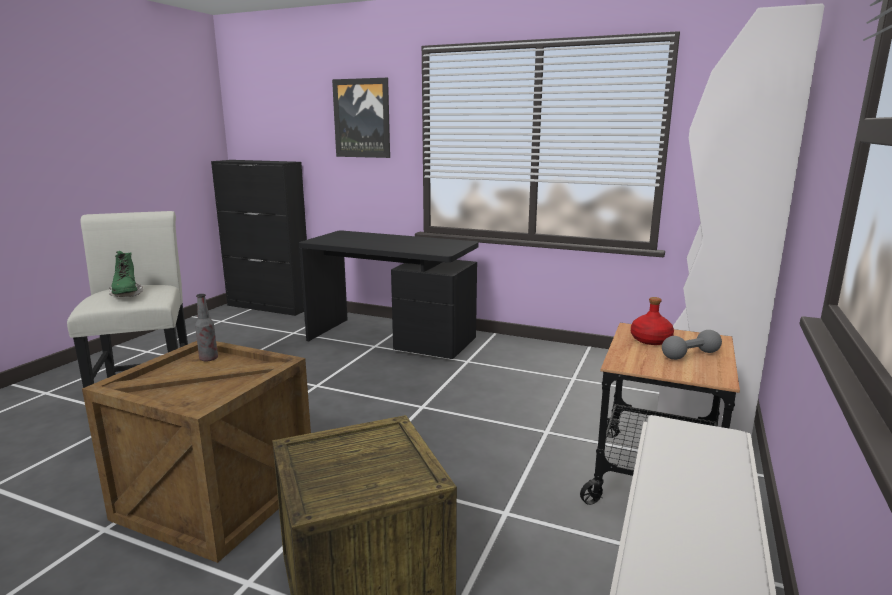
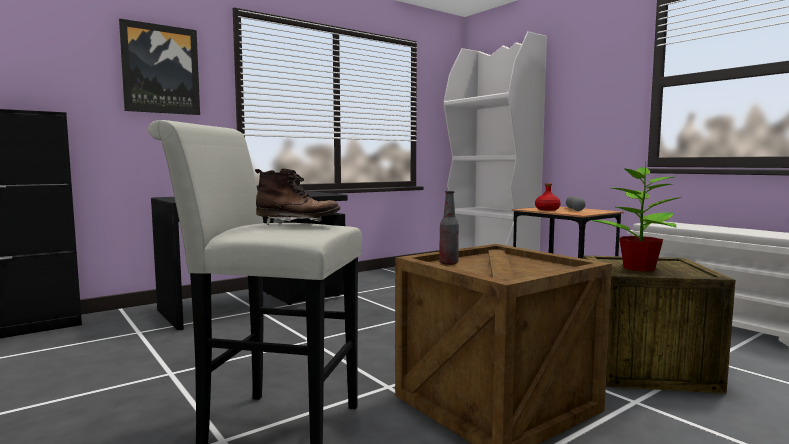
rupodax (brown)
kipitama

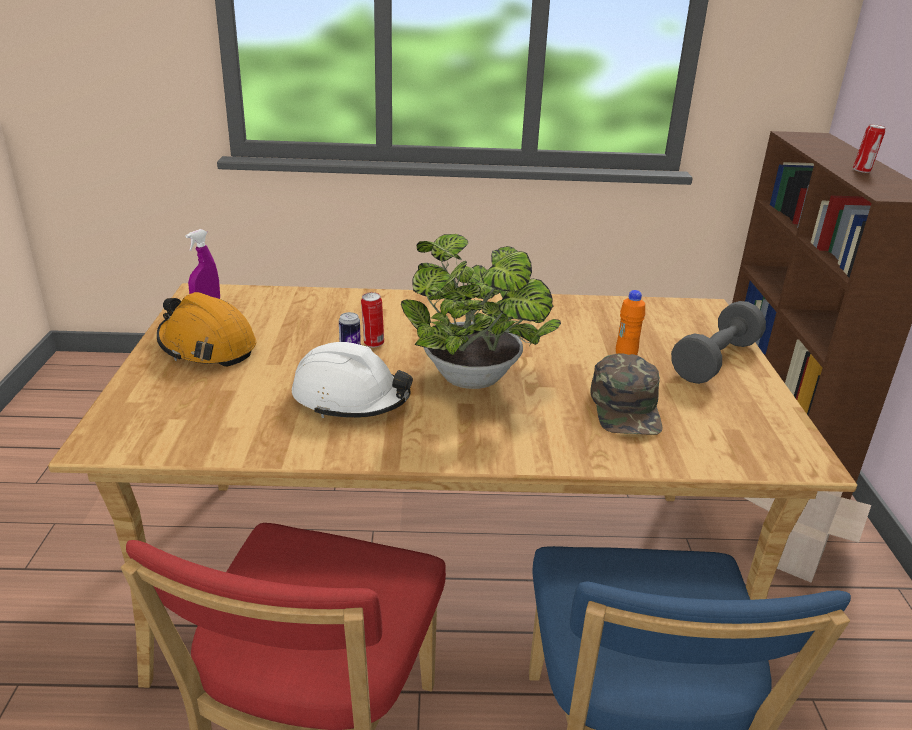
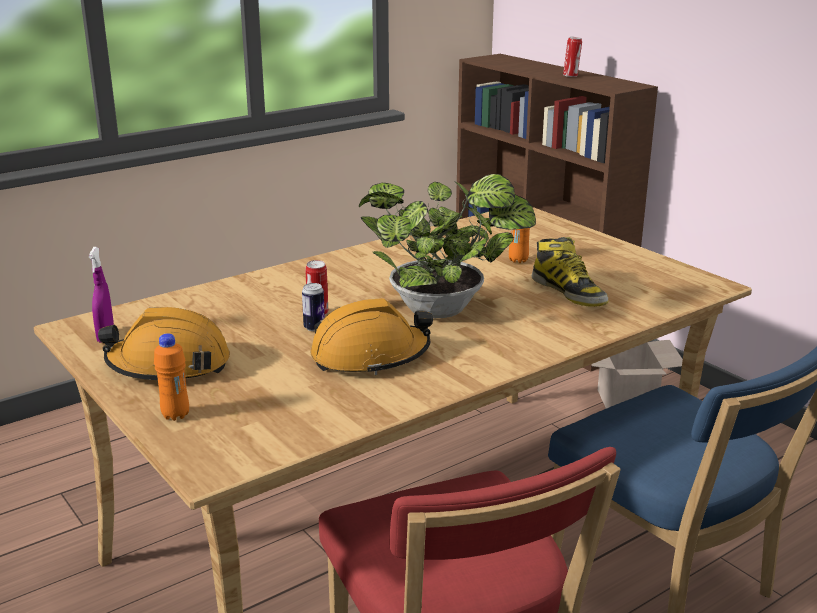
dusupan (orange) (no. 2 from left)
rupodax
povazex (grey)
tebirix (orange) (no. 1 from left)

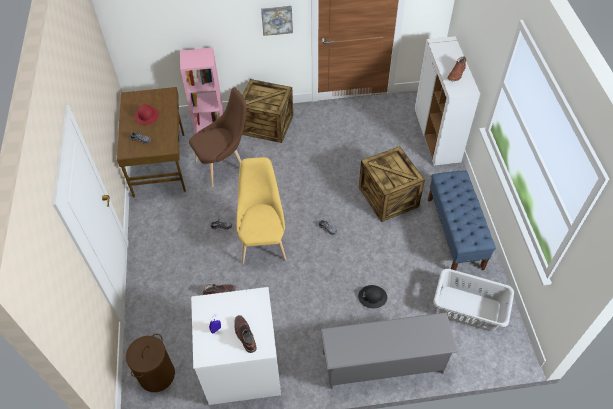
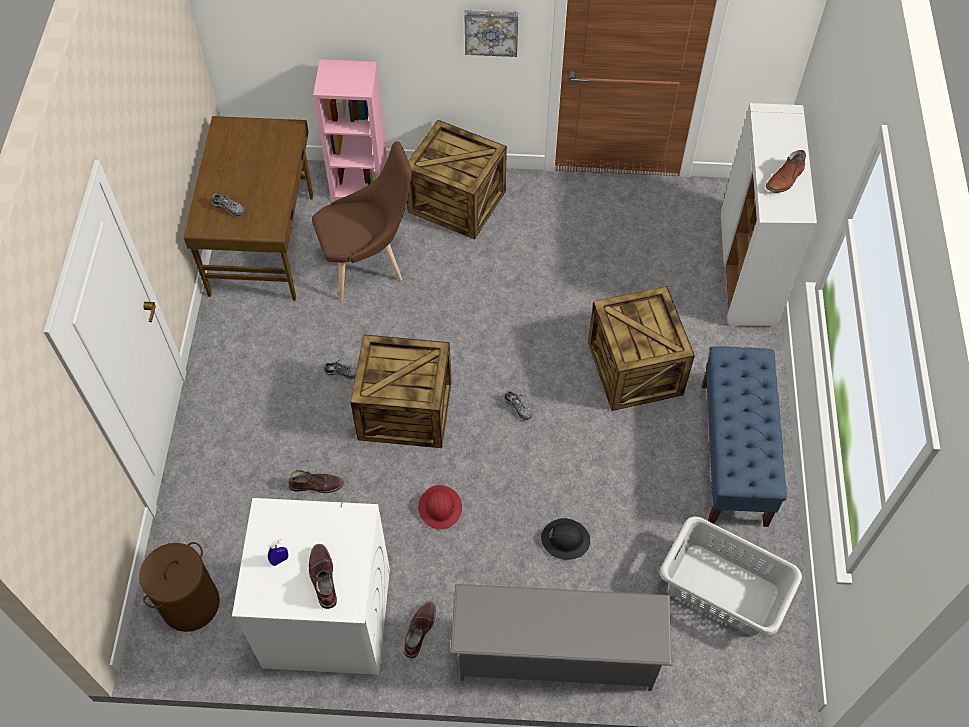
dusupan (red)
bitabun (no. 1 from left)
rupodax (brown) (no. 3 from left)

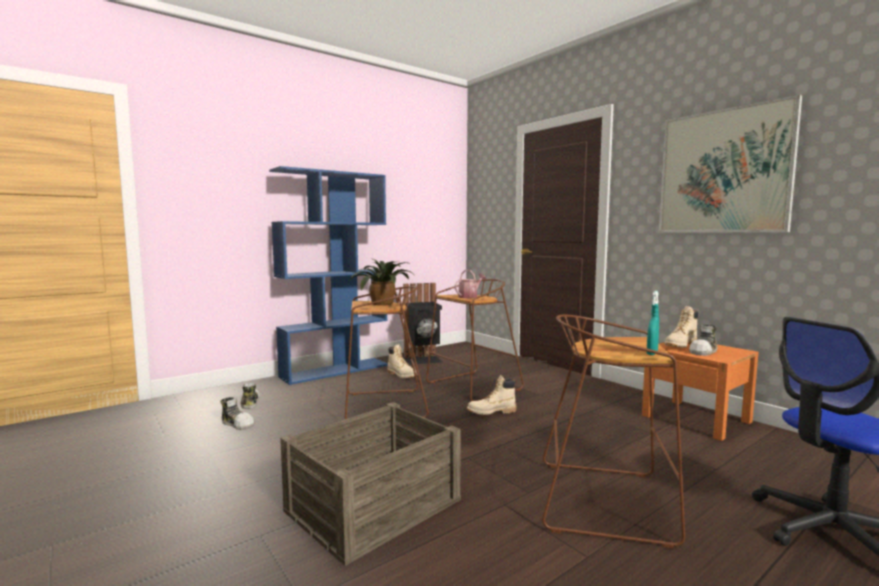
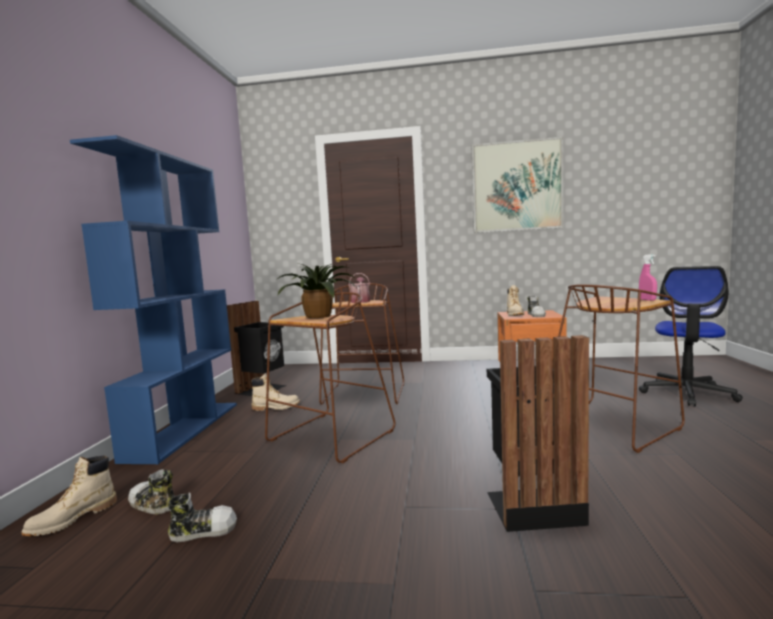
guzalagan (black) (no. 2 from left)
rupodax (beige) (no. 1 from left)
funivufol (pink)

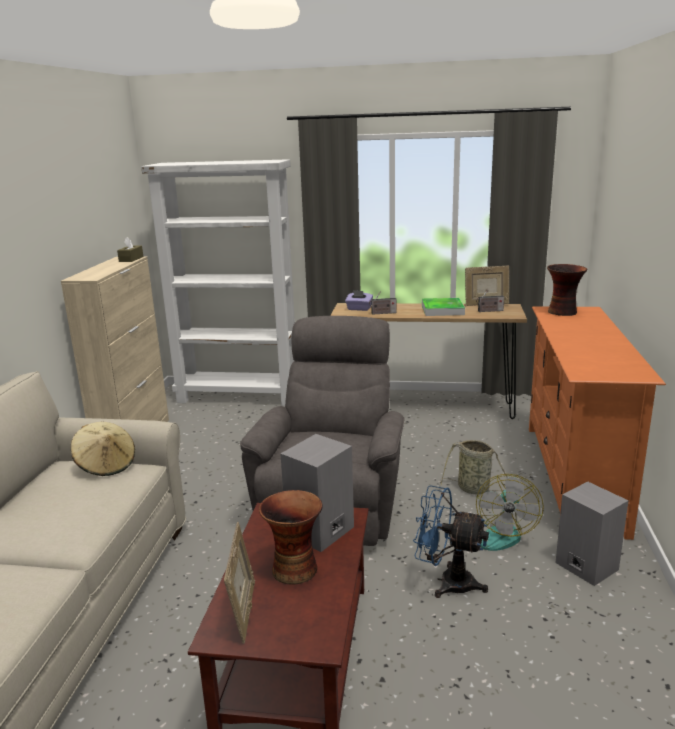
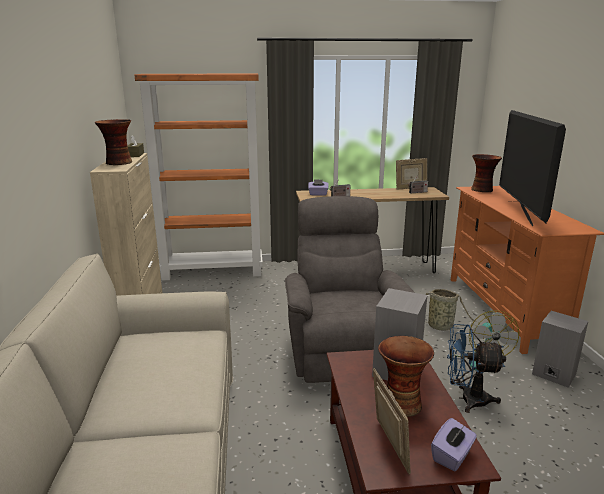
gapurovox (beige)
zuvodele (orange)
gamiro
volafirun (no. 1 from left)
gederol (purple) (no. 2 from left)
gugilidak

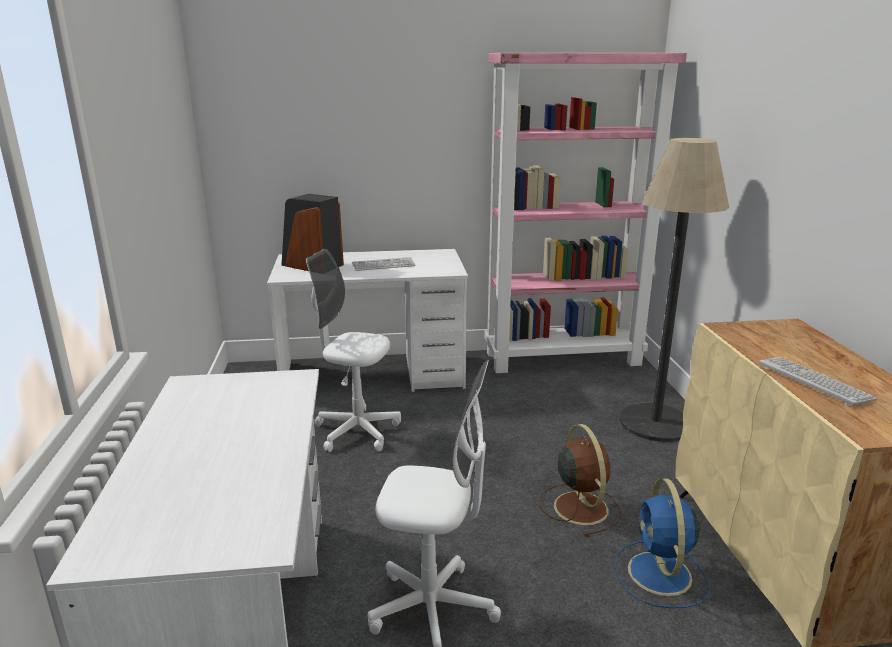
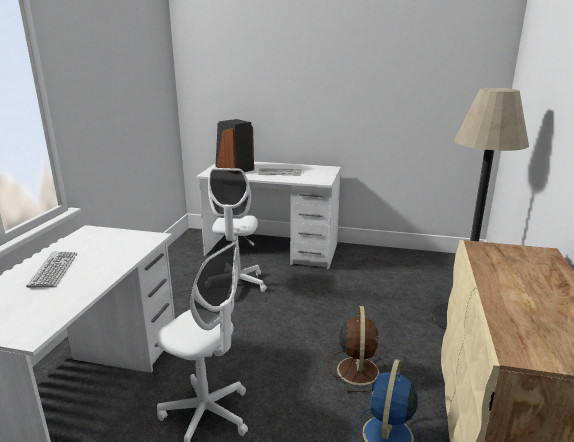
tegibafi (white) (no. 2 from left)
zuvodele (pink)
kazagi (no. 1 from left)

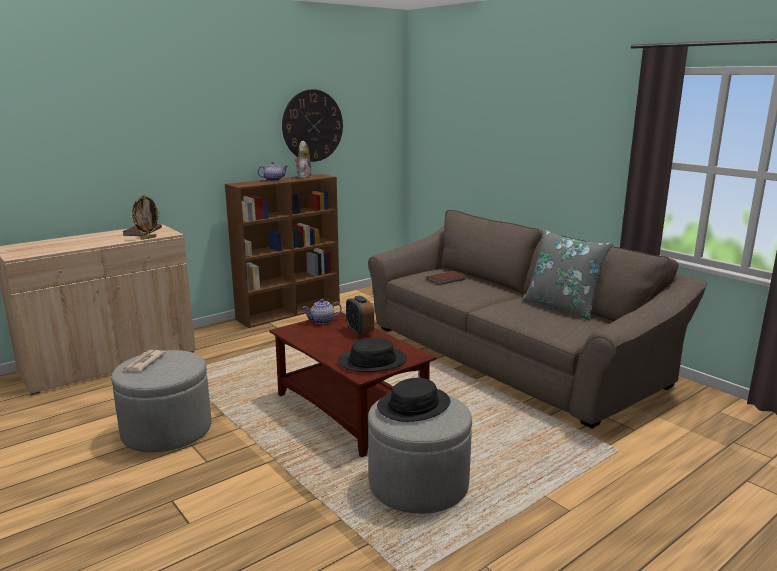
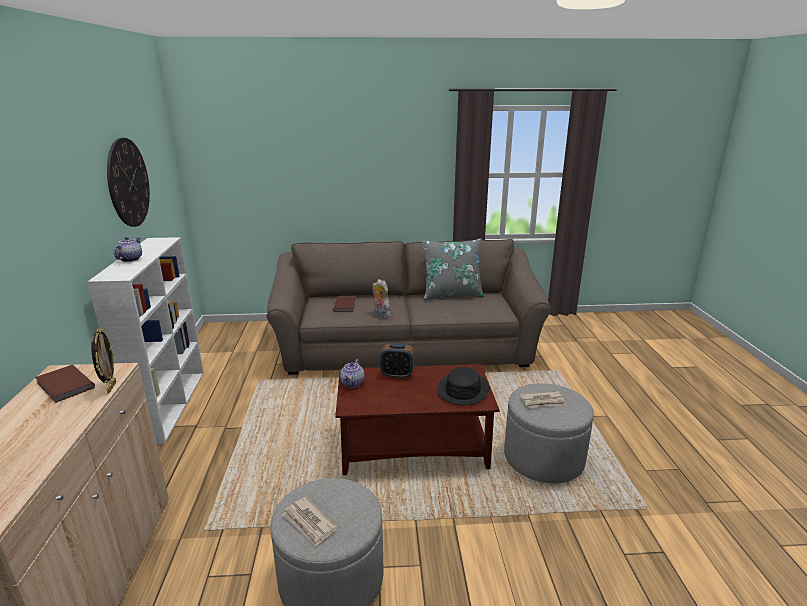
zuvodele (white)
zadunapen
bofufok (no. 2 from left)

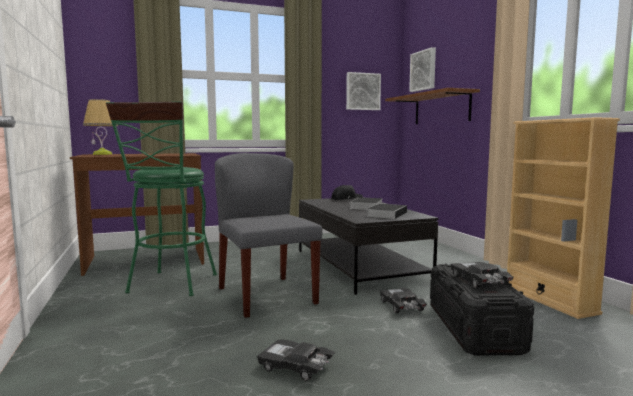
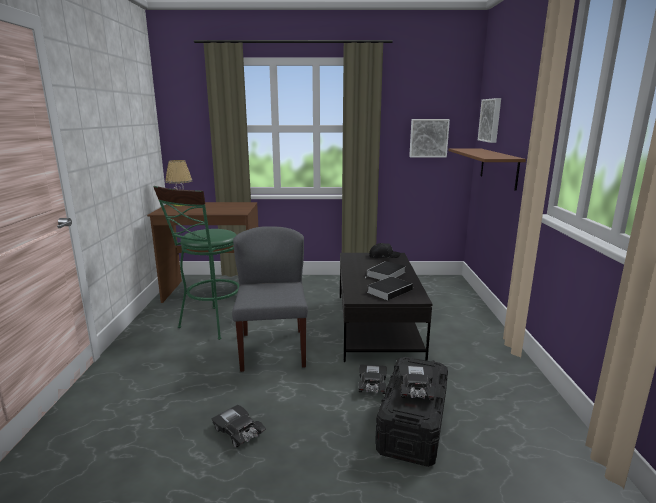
zuvodele (beige)

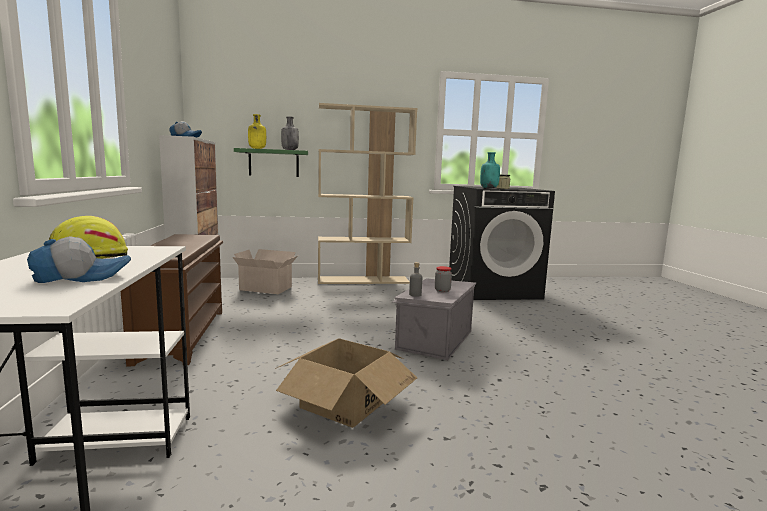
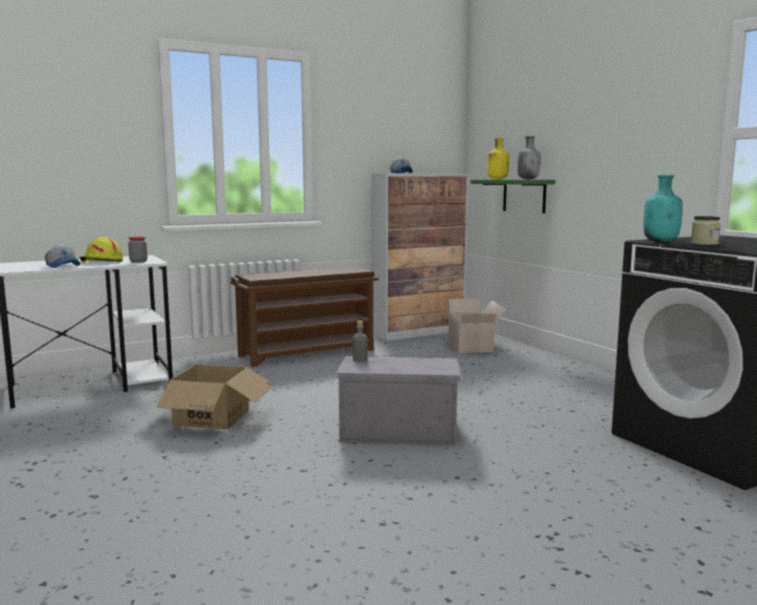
zuvodele (beige)
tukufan (no. 1 from left)

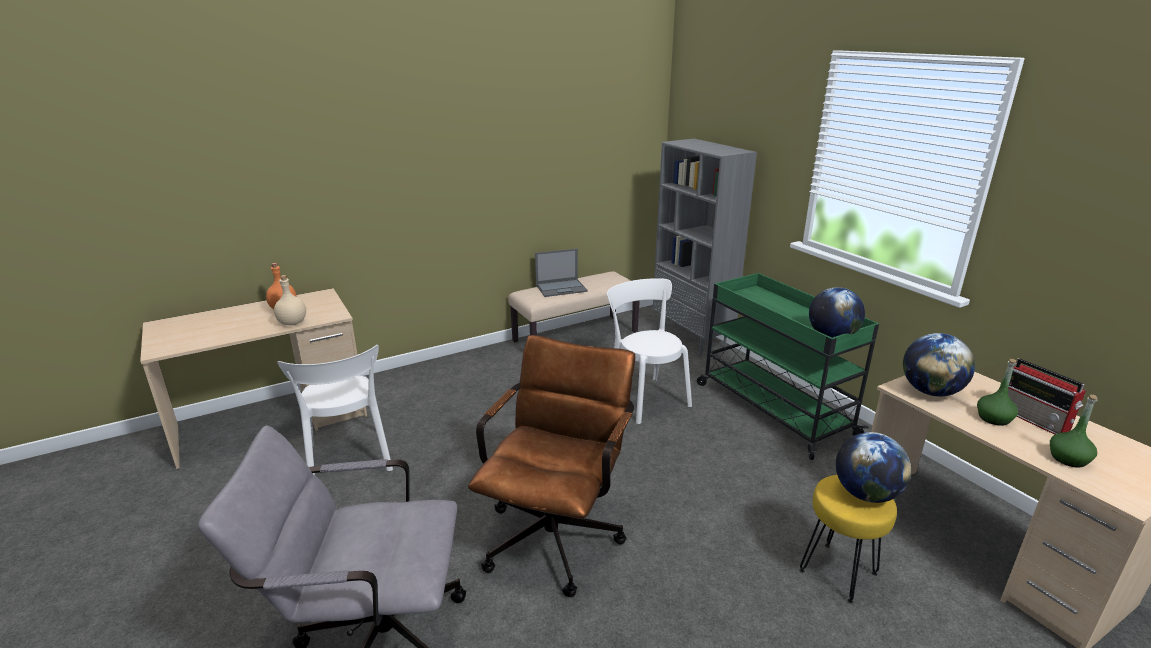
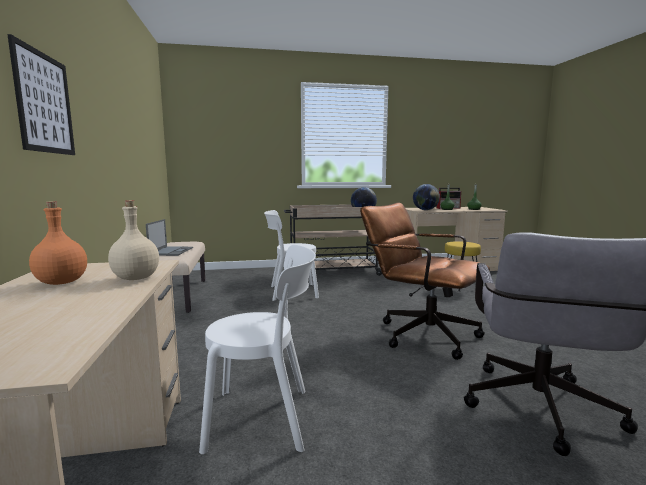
zuvodele (grey)
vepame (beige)
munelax (no. 2 from left in the first image)
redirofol

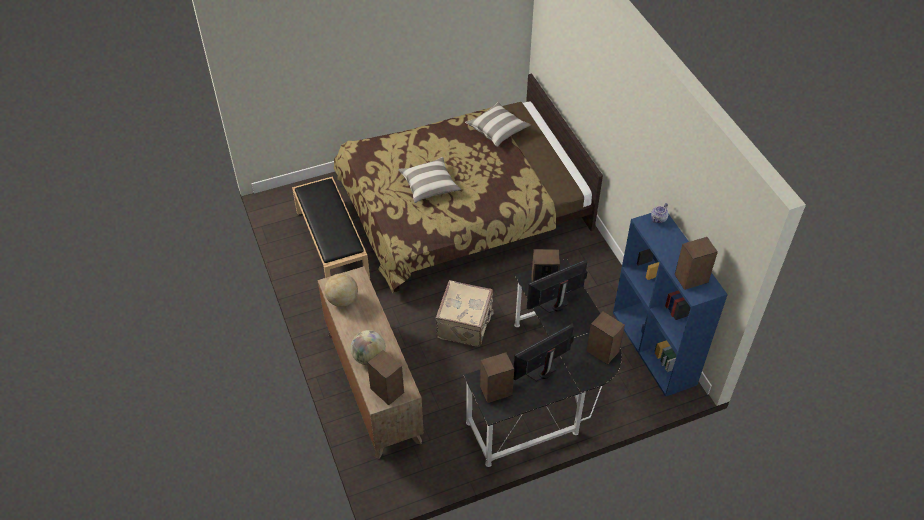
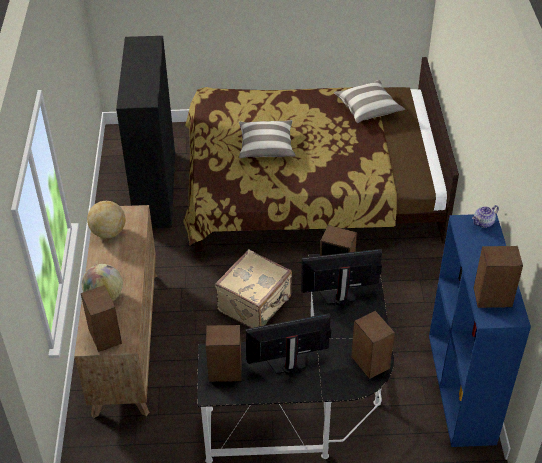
zuvodele (black)

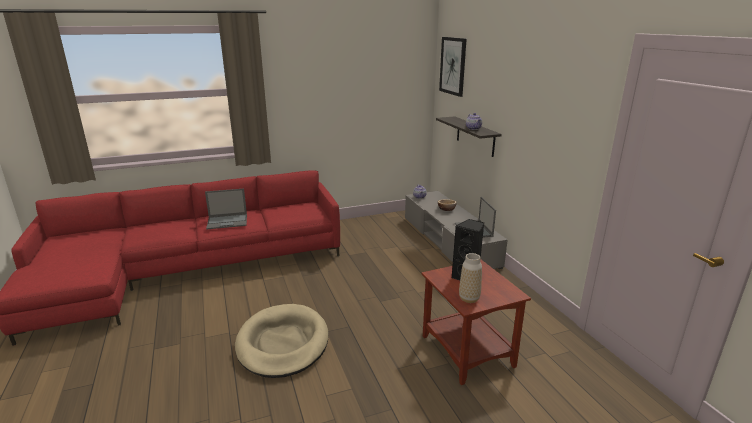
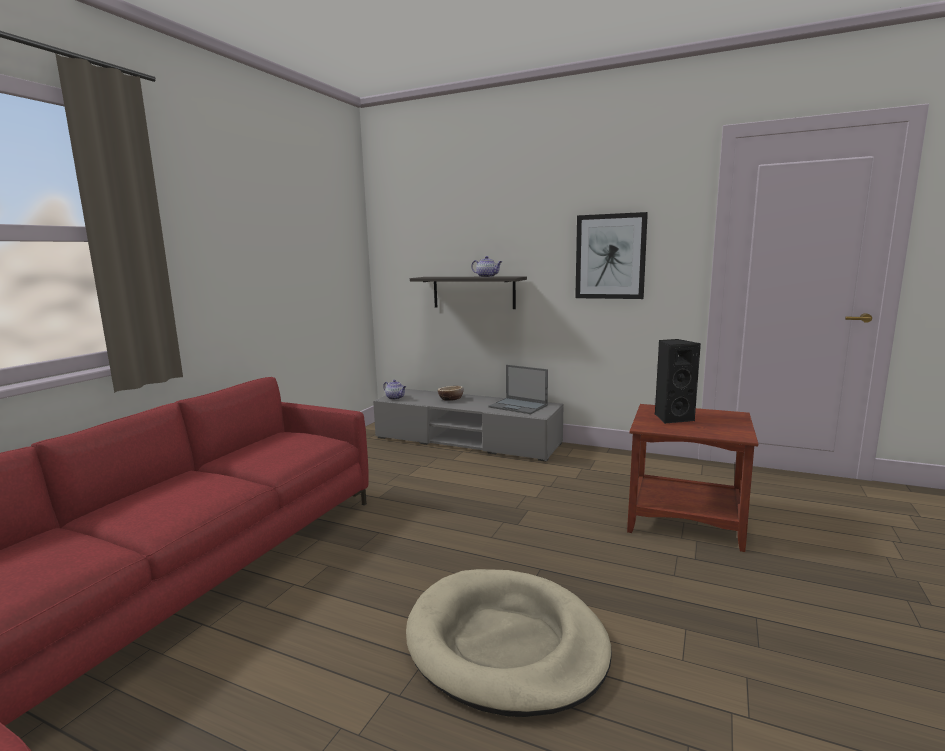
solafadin (no. 1 from left in the first image)
redirofol
volafirun

